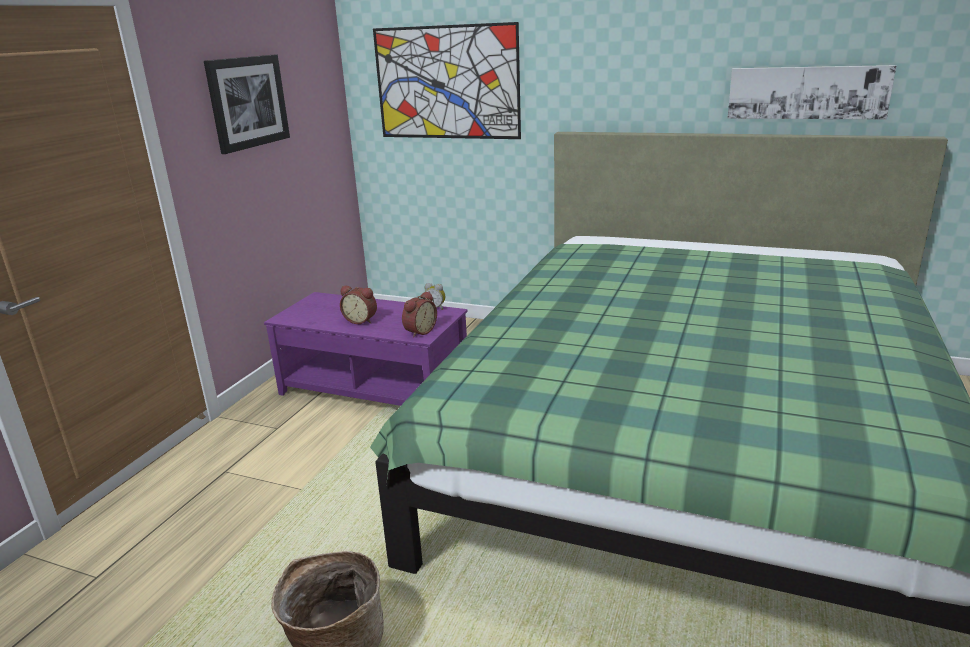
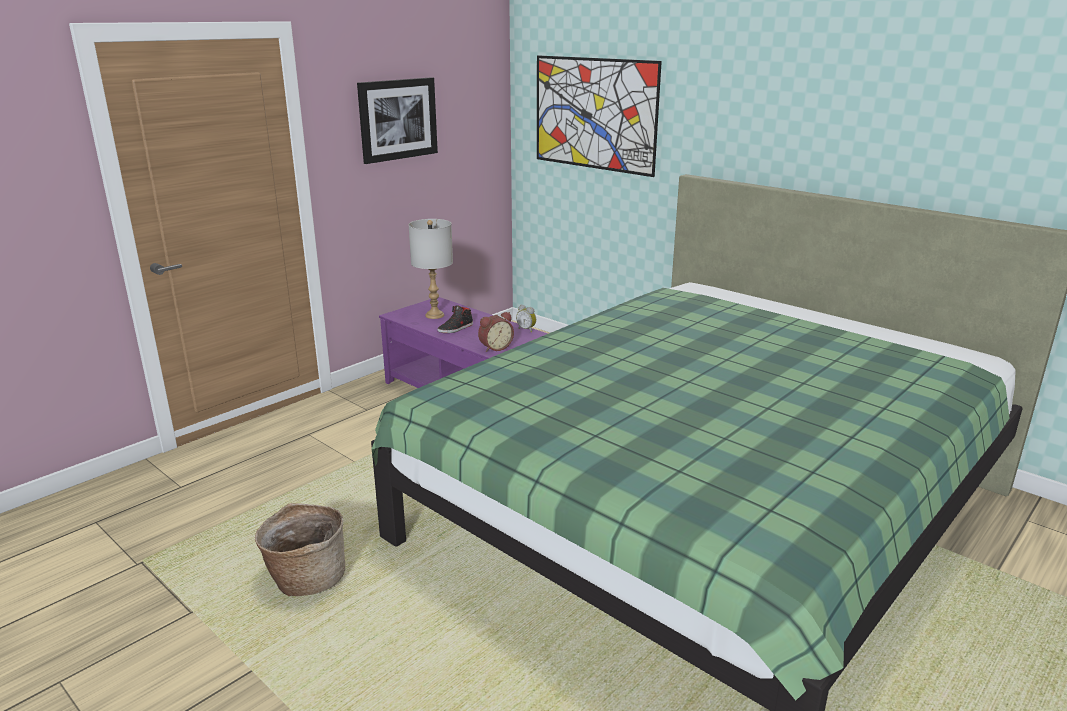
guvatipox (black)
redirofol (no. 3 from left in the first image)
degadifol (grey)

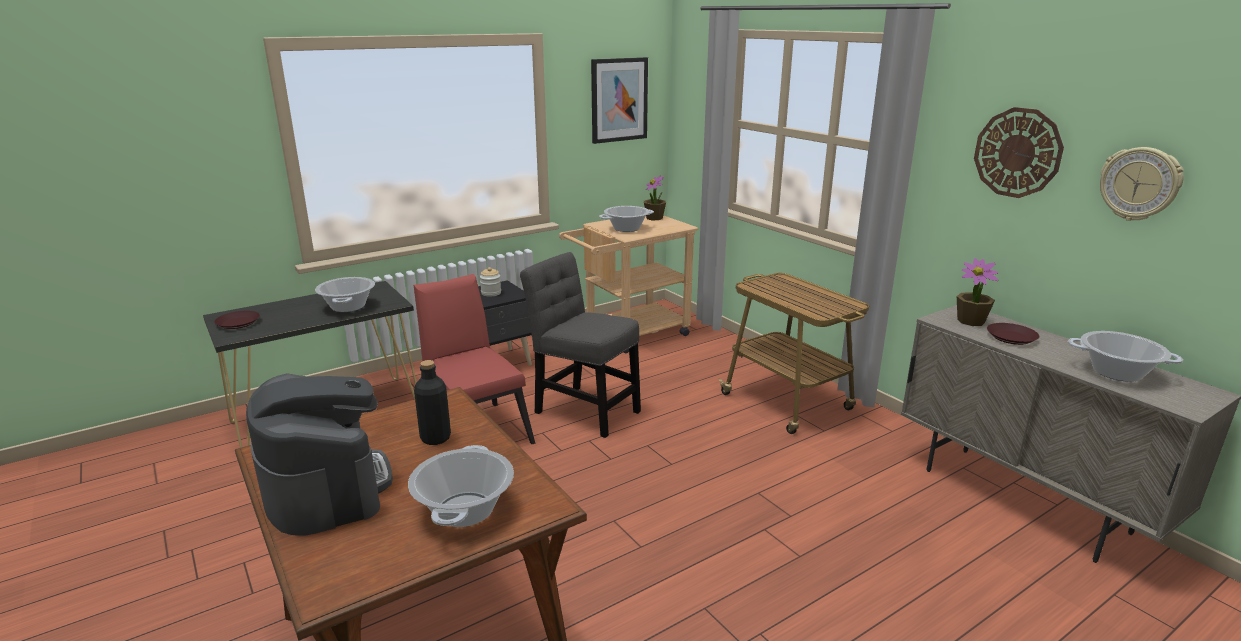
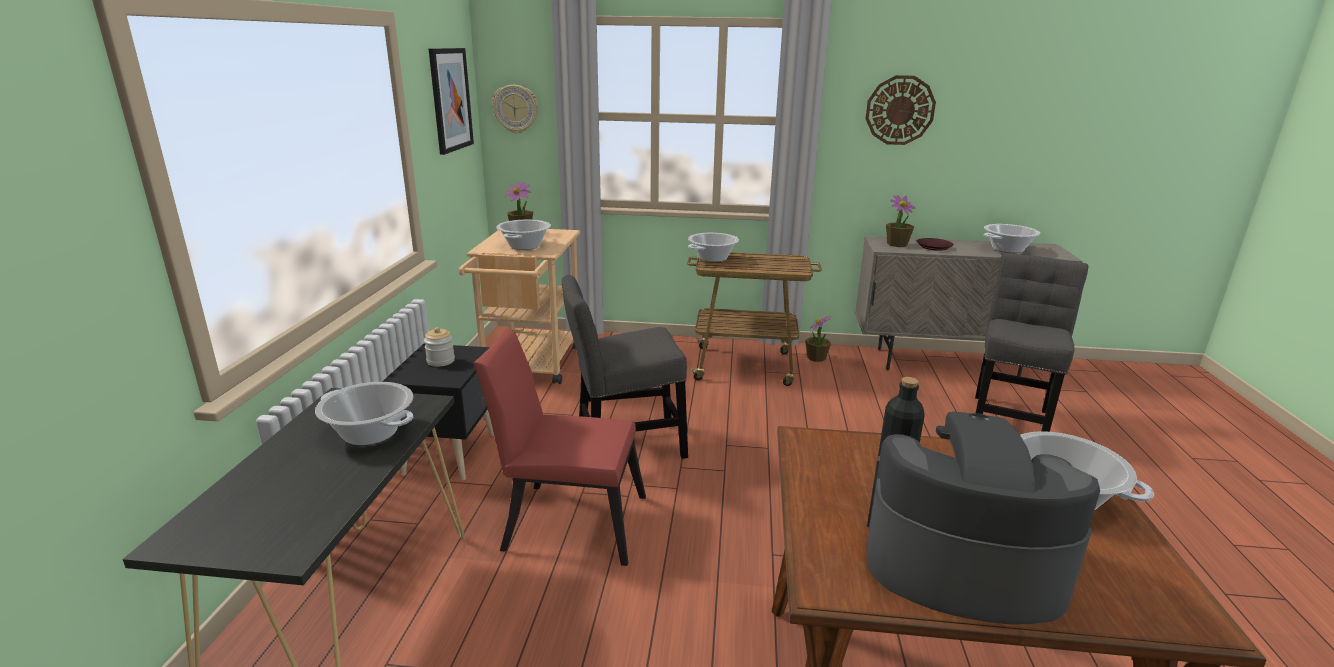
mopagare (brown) (no. 1 from left in the first image)
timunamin (no. 1 from left)
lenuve (no. 3 from left)
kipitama (no. 2 from left)
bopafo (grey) (no. 2 from left)

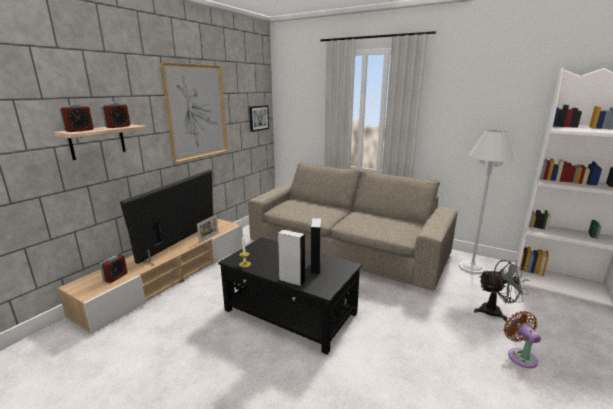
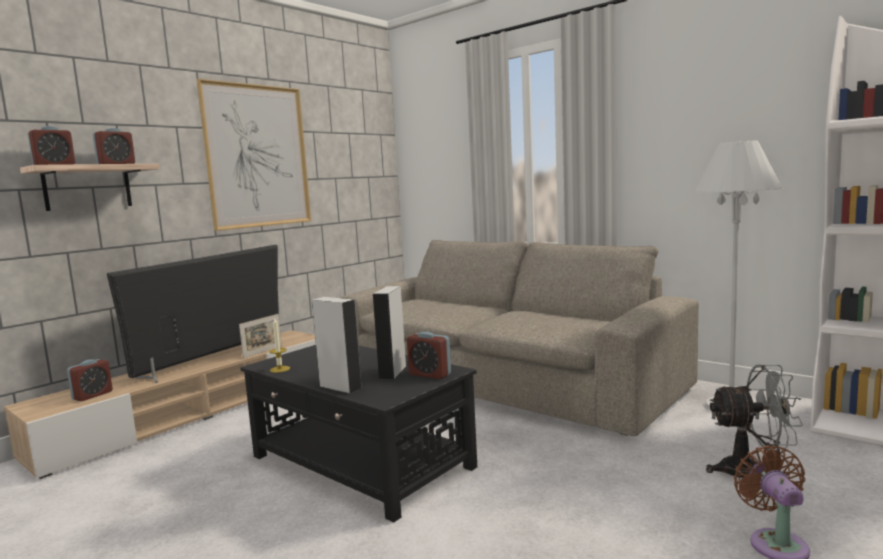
redirofol (no. 2 from left in the first image)
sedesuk (no. 4 from left)

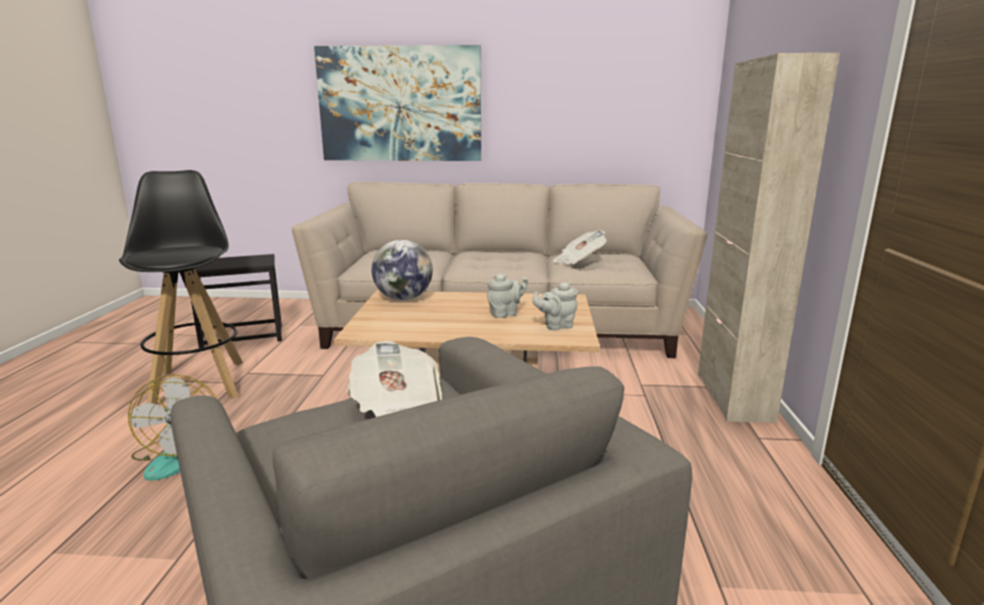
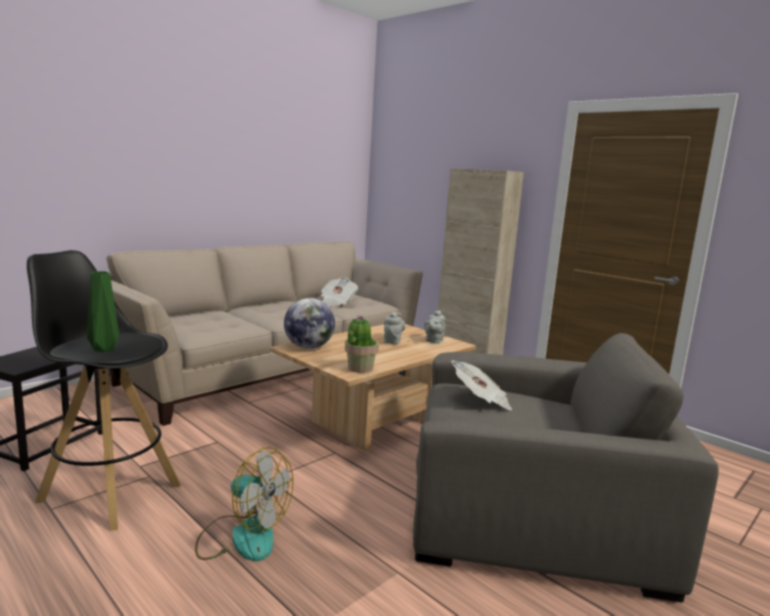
redirofol
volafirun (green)
kipitama

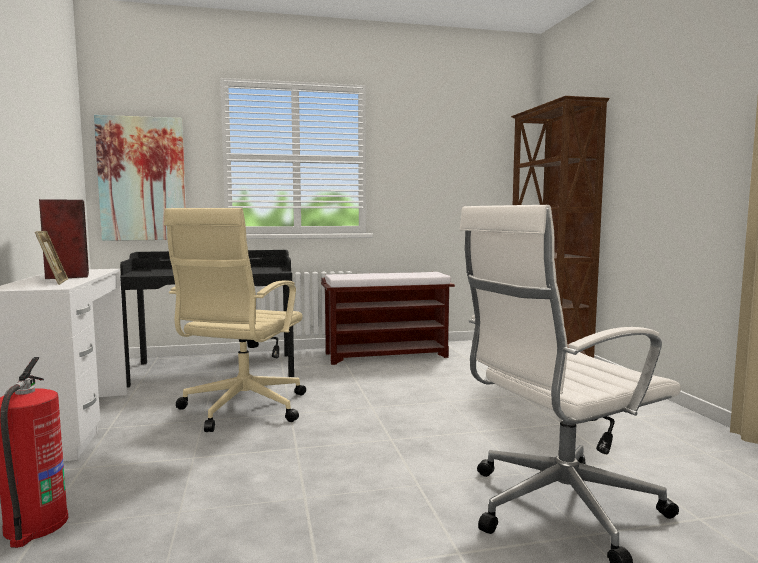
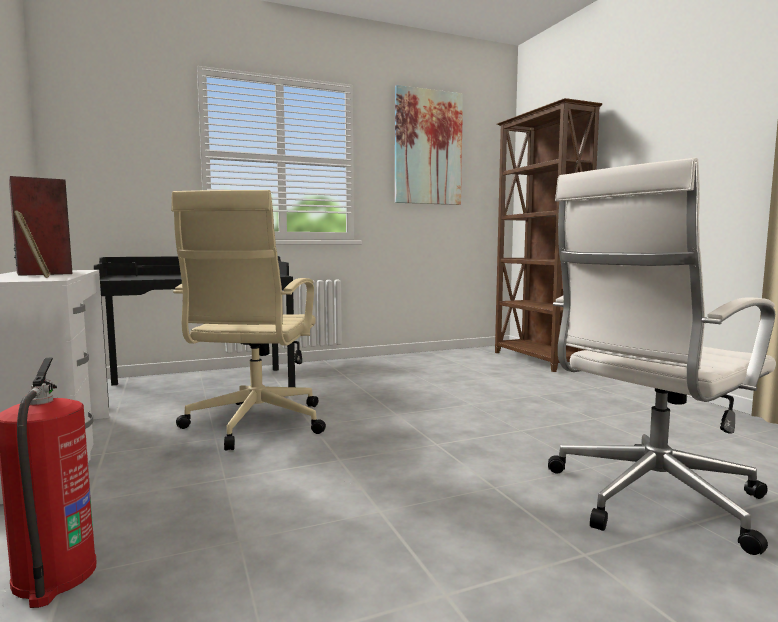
redirofol
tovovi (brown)

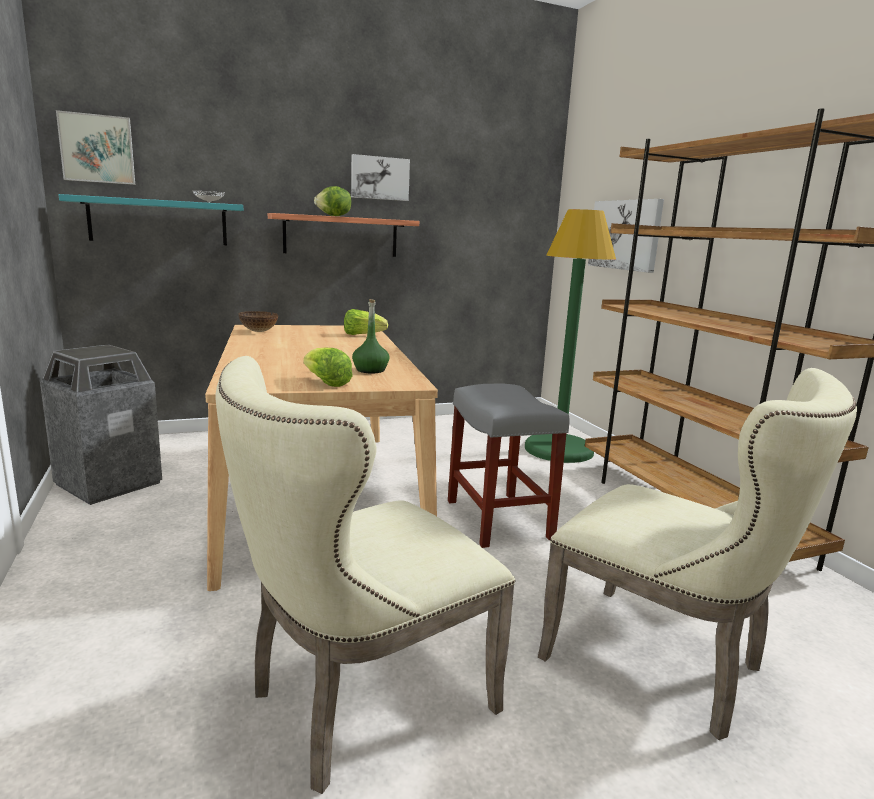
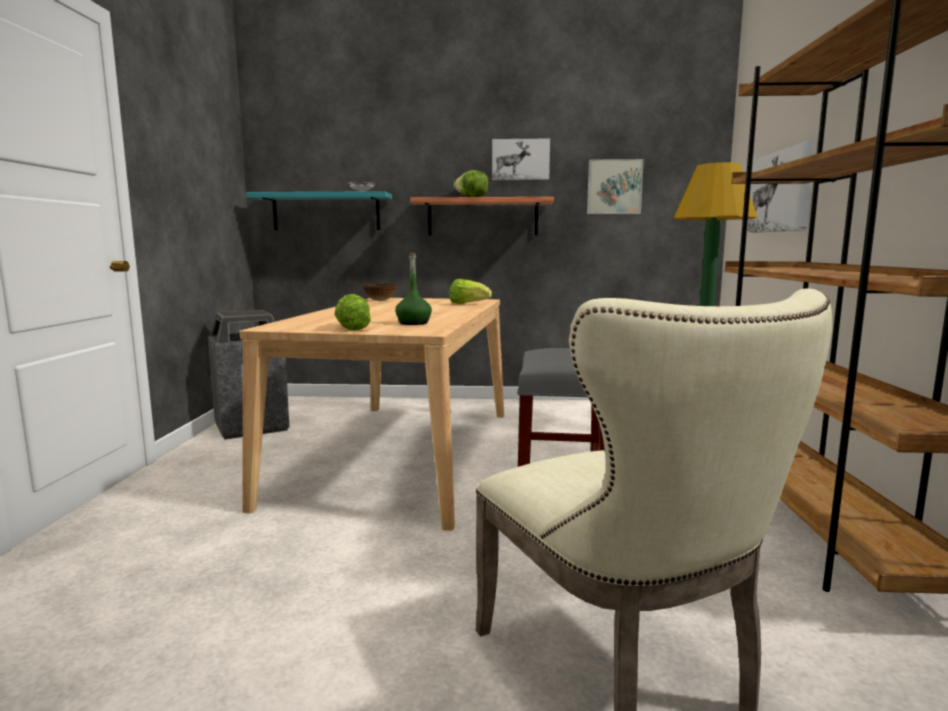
redirofol (no. 2 from left)
bopafo (beige) (no. 1 from left in the first image)

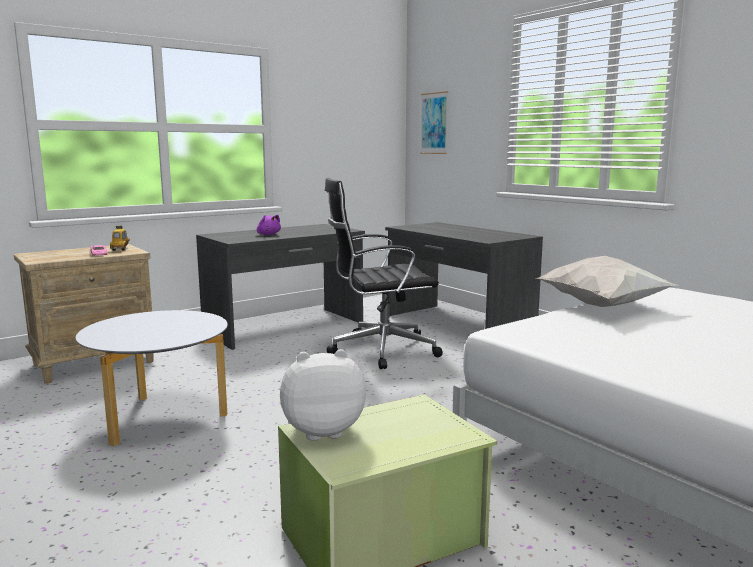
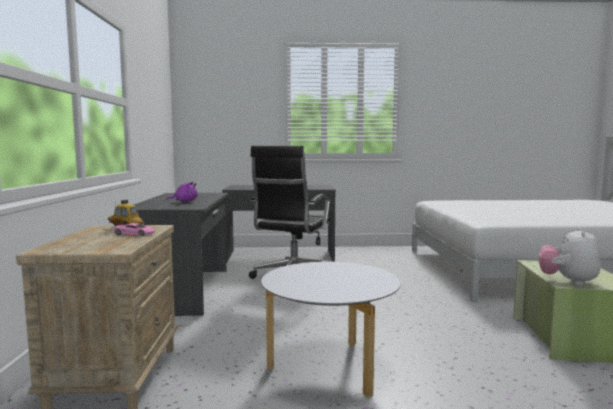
redirofol
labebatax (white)

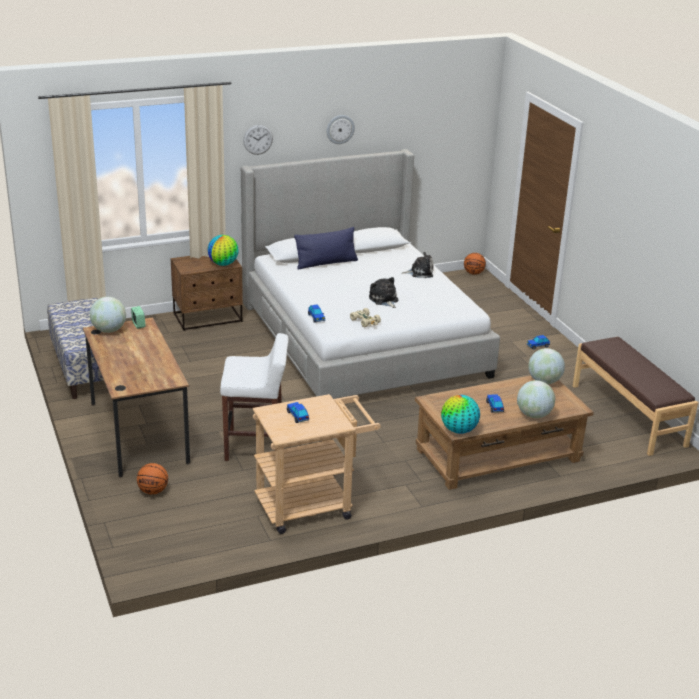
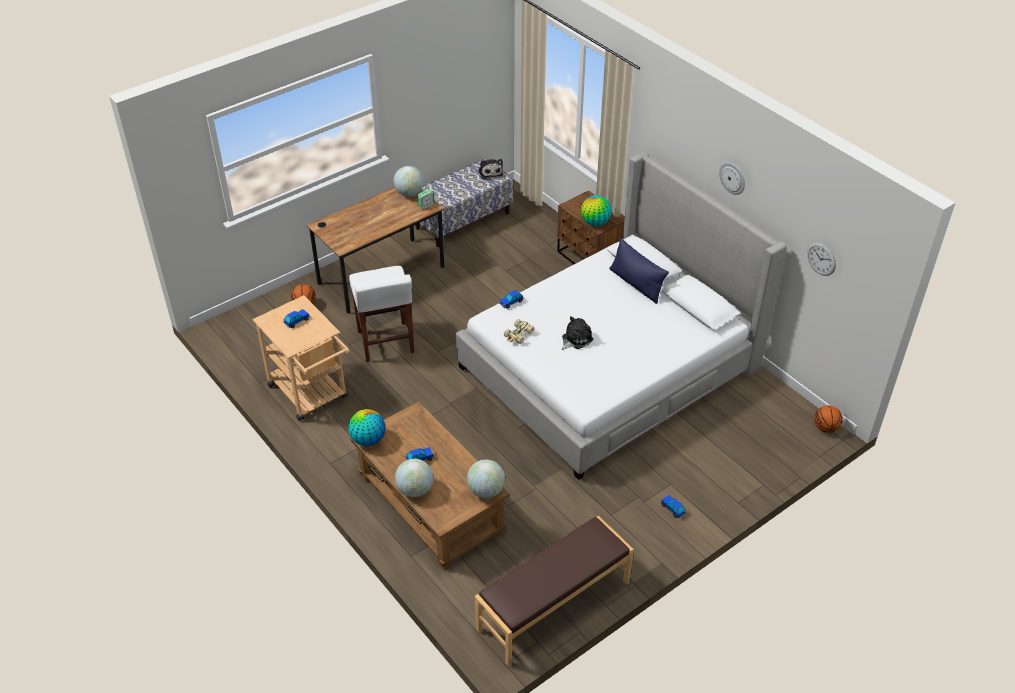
timunamin (no. 2 from left)
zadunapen (no. 1 from left)

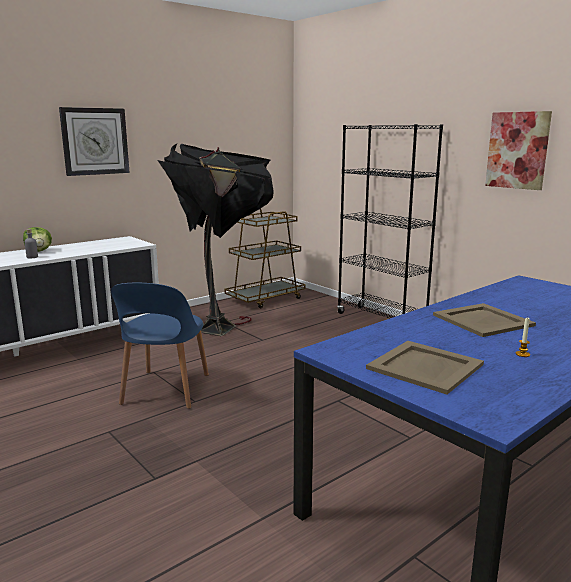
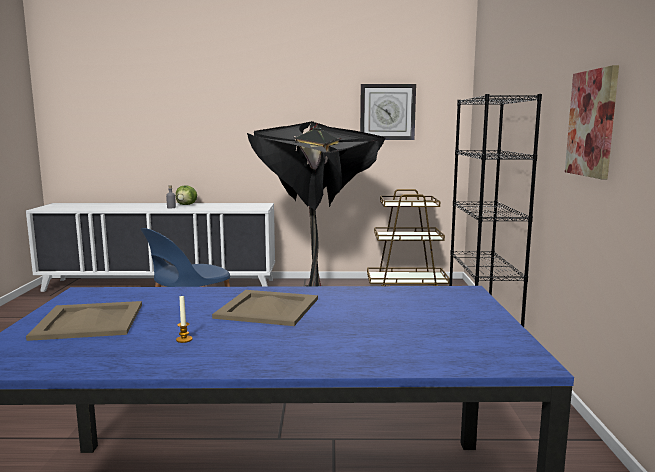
timunamin

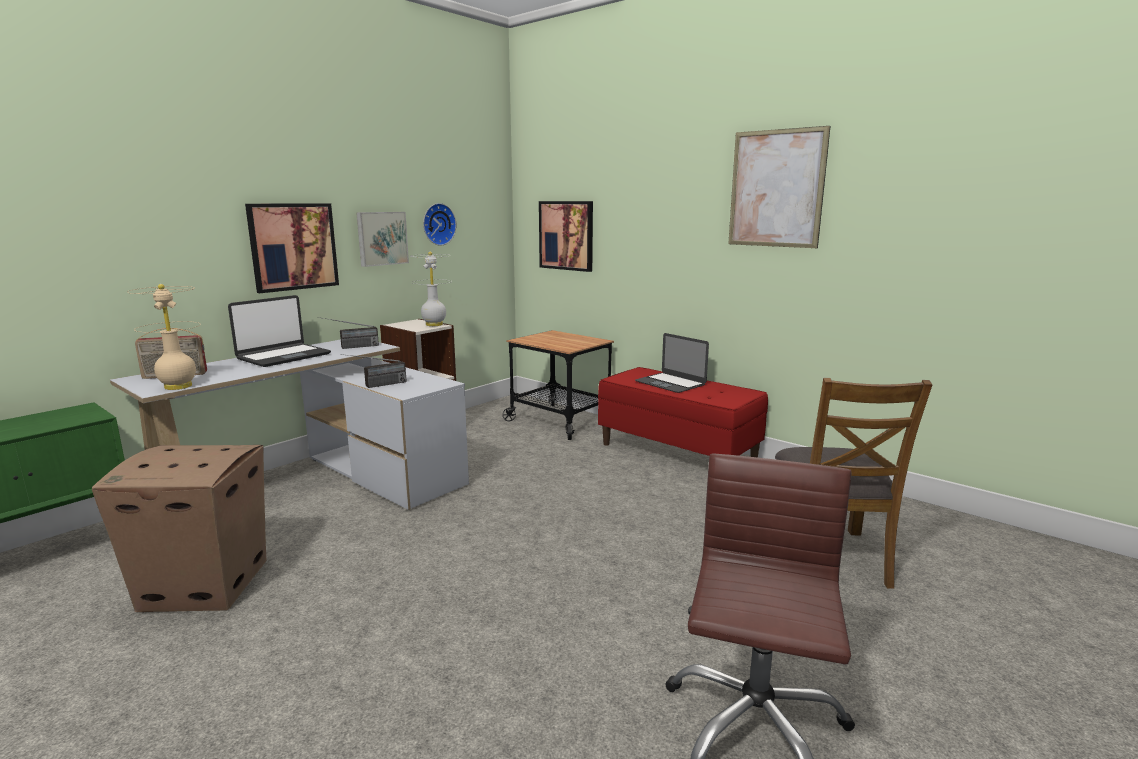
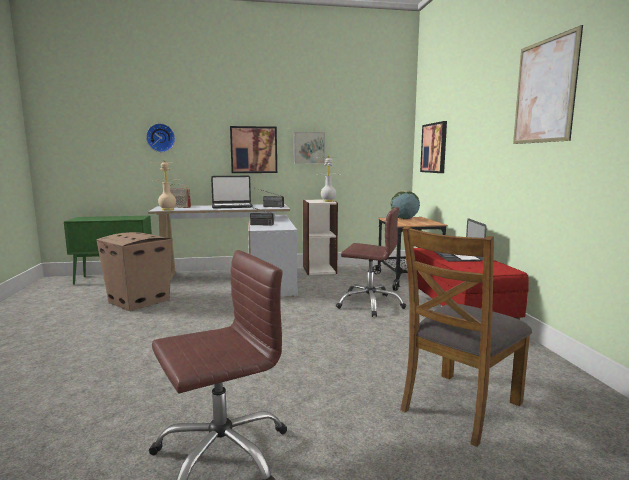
timunamin
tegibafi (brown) (no. 2 from left)
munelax

